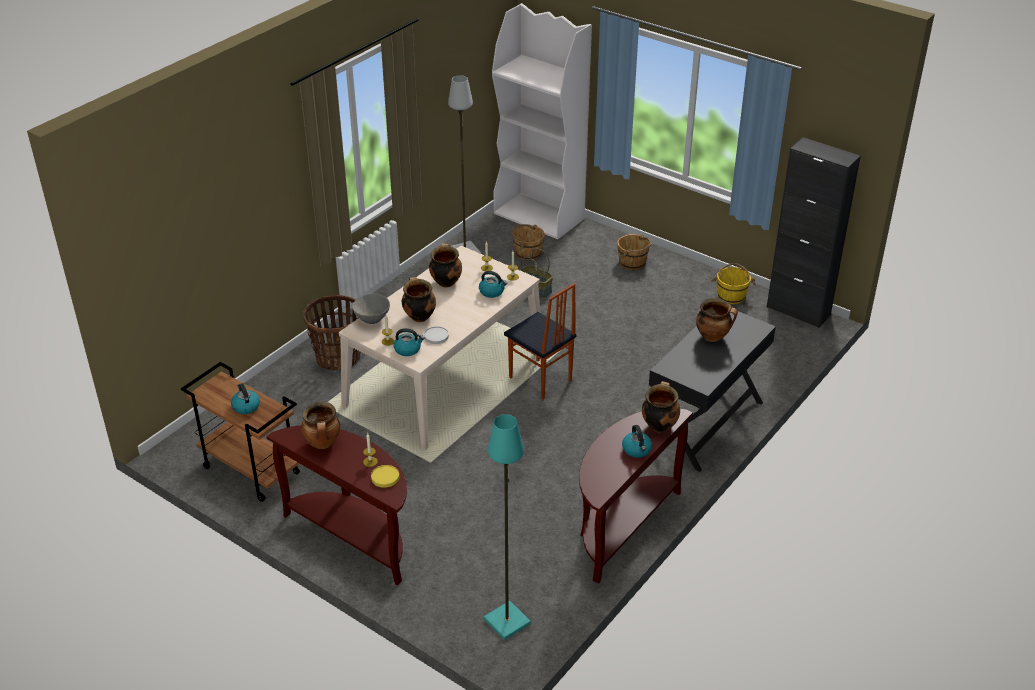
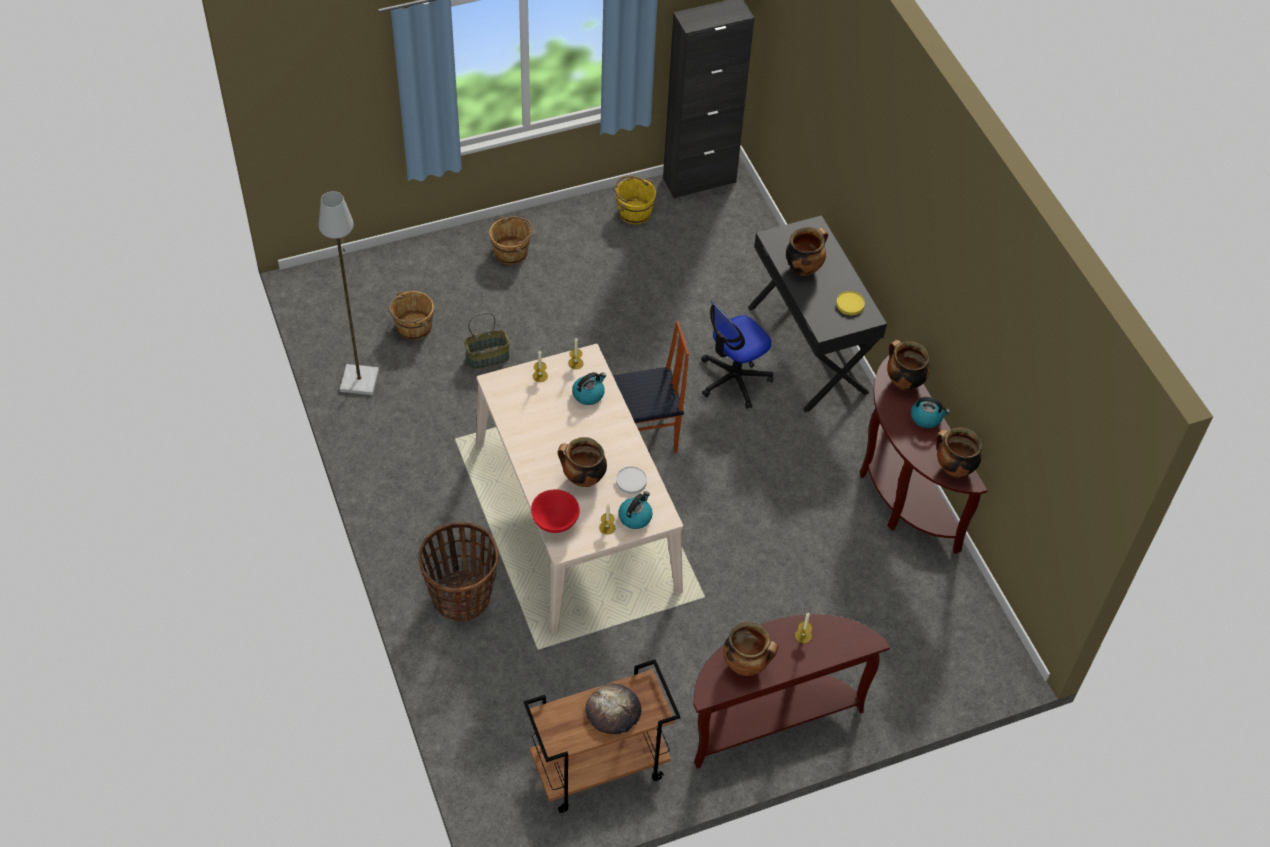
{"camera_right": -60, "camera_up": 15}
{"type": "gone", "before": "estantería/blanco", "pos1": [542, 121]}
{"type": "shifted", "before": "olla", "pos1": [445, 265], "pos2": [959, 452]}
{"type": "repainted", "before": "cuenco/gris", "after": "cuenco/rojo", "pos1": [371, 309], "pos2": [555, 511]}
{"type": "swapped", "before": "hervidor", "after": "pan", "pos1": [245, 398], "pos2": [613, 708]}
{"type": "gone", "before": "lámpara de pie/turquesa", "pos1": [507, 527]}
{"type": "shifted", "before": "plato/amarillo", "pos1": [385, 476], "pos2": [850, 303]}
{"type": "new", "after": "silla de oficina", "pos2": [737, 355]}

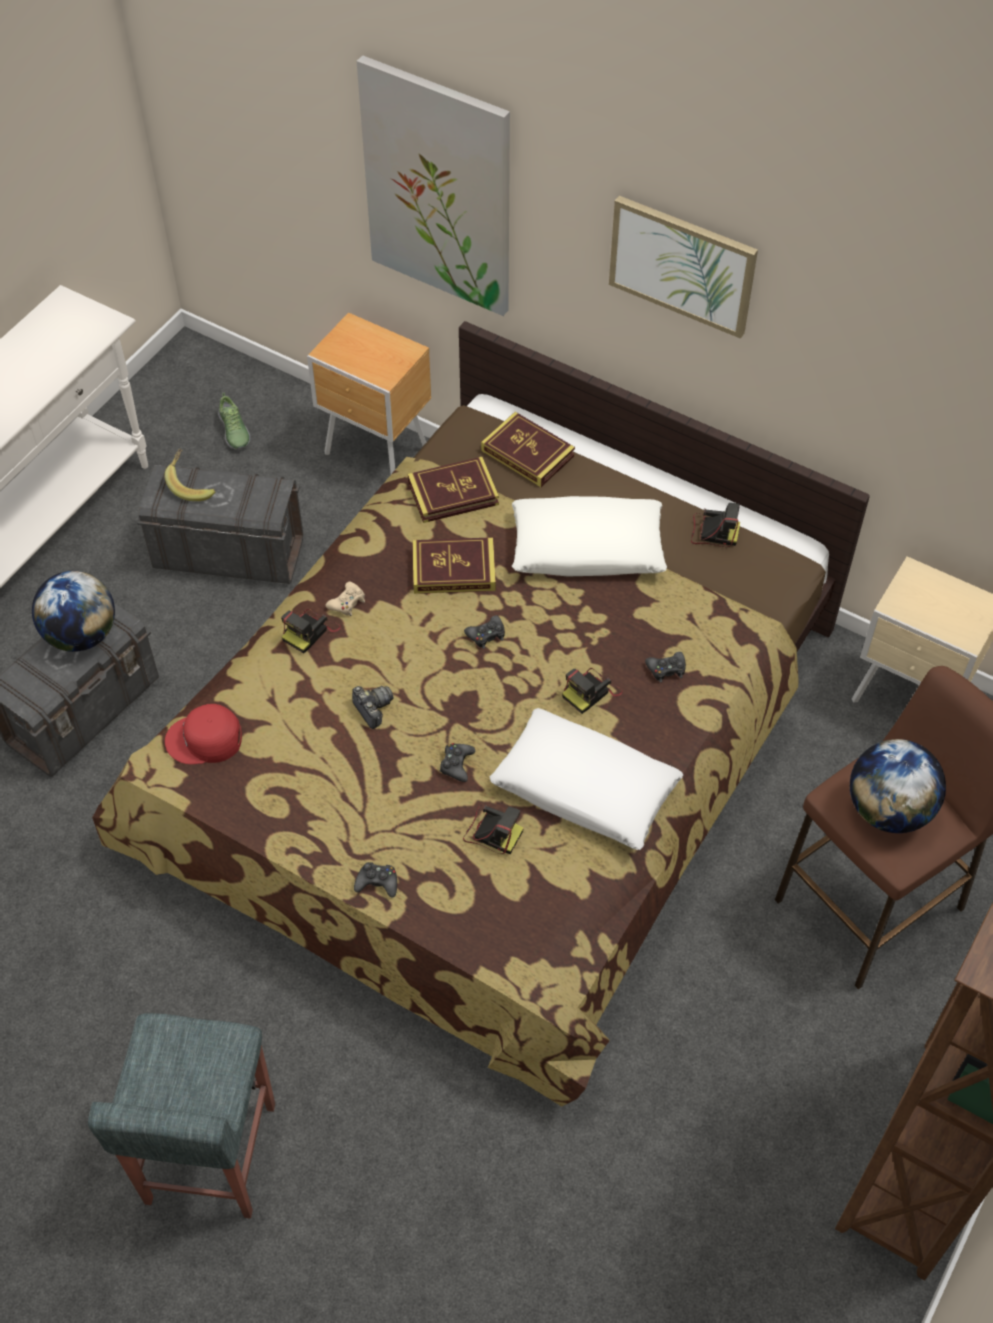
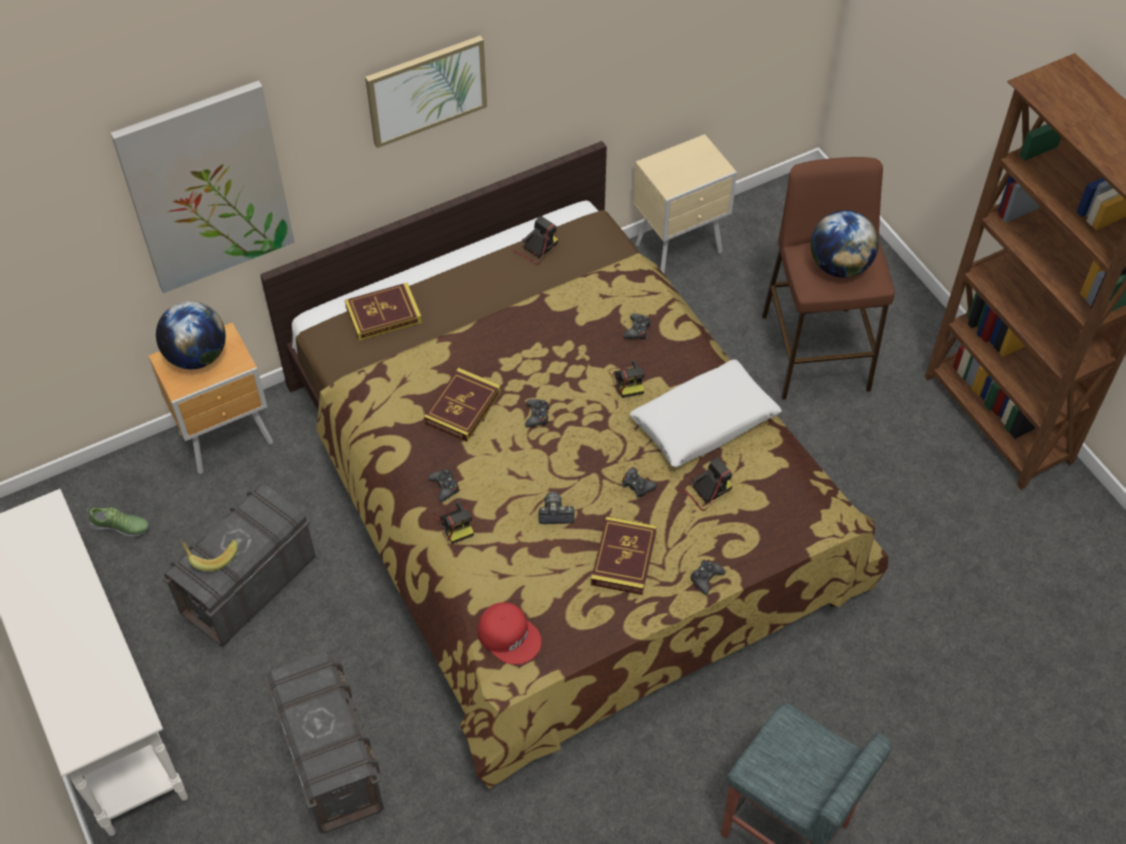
{"camera_right": -60, "camera_up": 0}
{"type": "shifted", "before": "libro", "pos1": [453, 490], "pos2": [624, 556]}
{"type": "gone", "before": "cojín/blanco", "pos1": [589, 536]}
{"type": "shifted", "before": "globo terráqueo", "pos1": [73, 611], "pos2": [191, 335]}
{"type": "repainted", "before": "mando de consola/beis", "after": "mando de consola/negro", "pos1": [345, 599], "pos2": [444, 485]}
{"type": "rotated", "before": "gorra/rojo", "pos1": [203, 734], "pos2": [510, 633], "turn": -75}

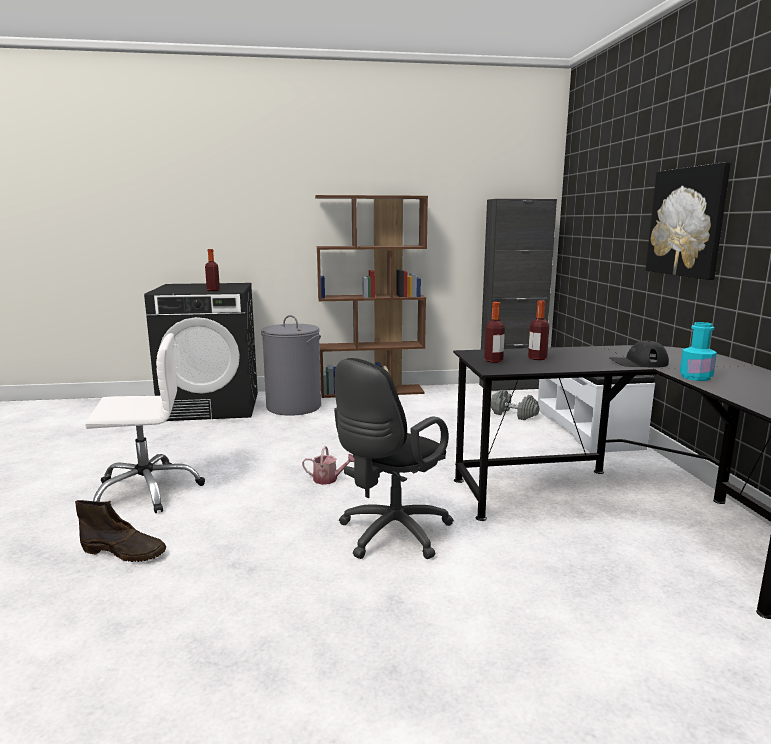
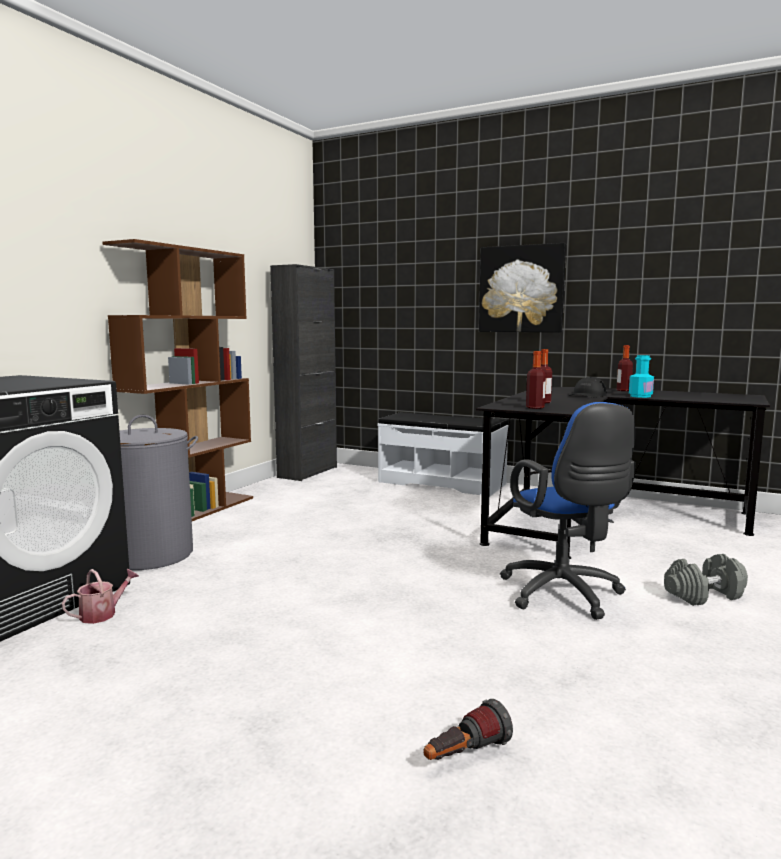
{"camera_right": -55, "camera_up": -5}
{"type": "shifted", "before": "botella", "pos1": [212, 270], "pos2": [625, 368]}
{"type": "gone", "before": "silla de oficina/blanco", "pos1": [145, 423]}
{"type": "repainted", "before": "silla de oficina/negro", "after": "silla de oficina/azul", "pos1": [394, 458], "pos2": [568, 511]}
{"type": "shifted", "before": "mancuerna/gris", "pos1": [515, 405], "pos2": [706, 580]}
{"type": "shifted", "before": "regadera", "pos1": [328, 465], "pos2": [100, 596]}
{"type": "swapped", "before": "bota/marrón", "after": "linterna", "pos1": [120, 531], "pos2": [468, 729]}

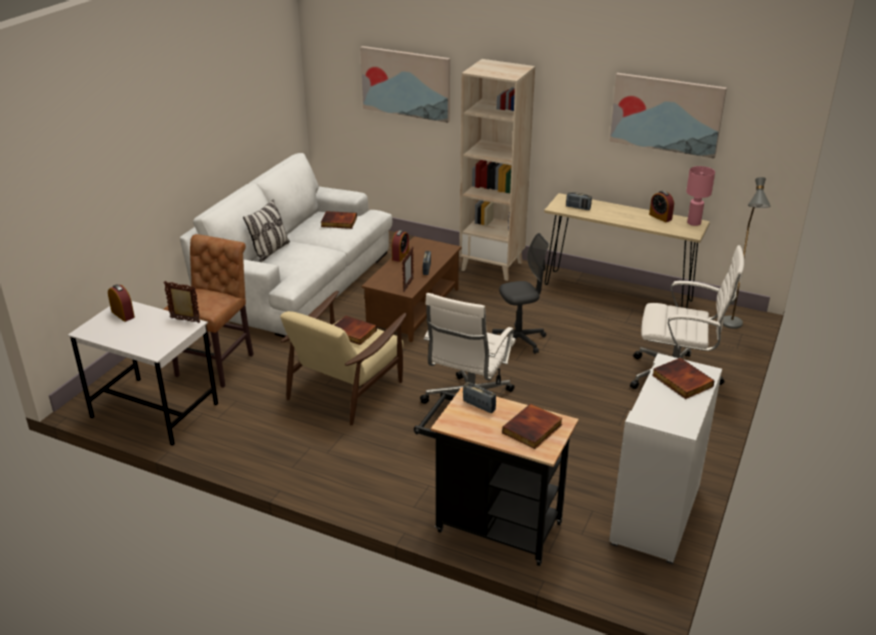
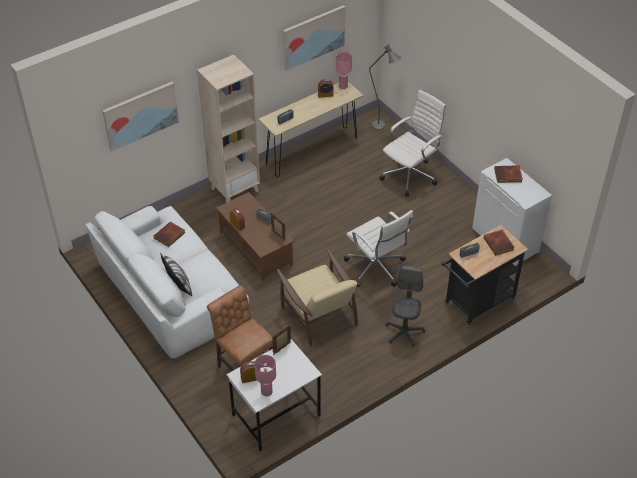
{"camera_right": -60, "camera_up": 15}
{"type": "shifted", "before": "silla de oficina/gris", "pos1": [520, 293], "pos2": [405, 306]}
{"type": "gone", "before": "libro", "pos1": [355, 330]}
{"type": "new", "after": "lámpara de mesa/rosa", "pos2": [265, 375]}

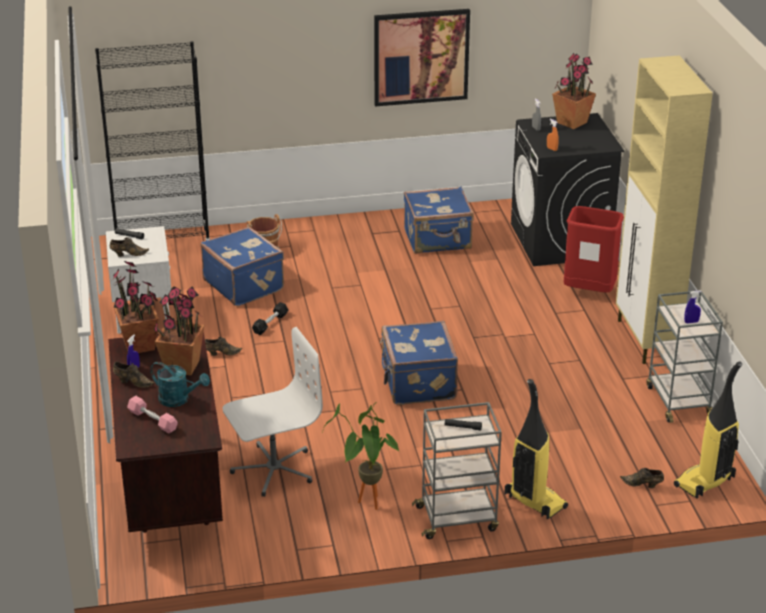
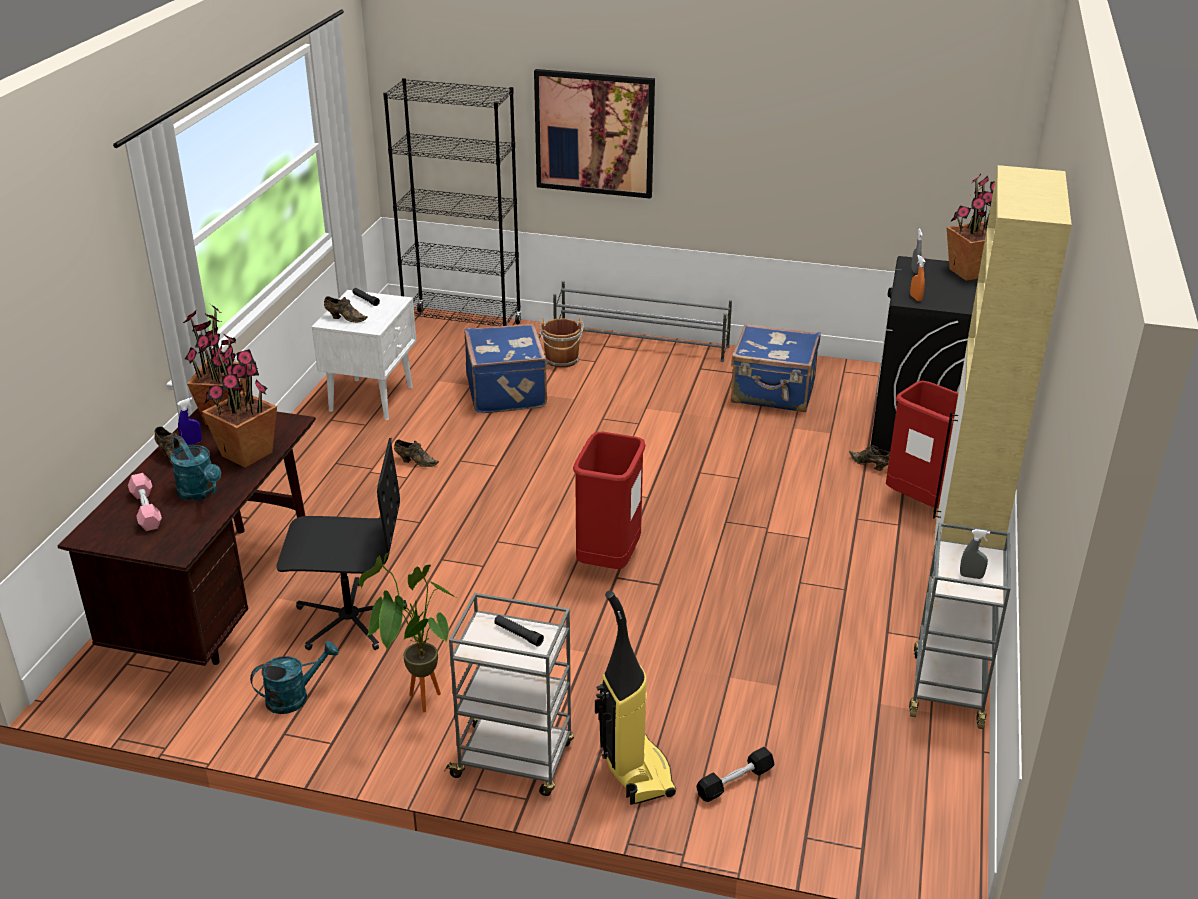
{"camera_right": 25, "camera_up": 0}
{"type": "shifted", "before": "cuadro", "pos1": [422, 57], "pos2": [594, 134]}
{"type": "repainted", "before": "pulverizador/azul", "after": "pulverizador/gris", "pos1": [693, 306], "pos2": [975, 554]}
{"type": "shifted", "before": "mancuerna/negro", "pos1": [270, 318], "pos2": [735, 774]}
{"type": "swapped", "before": "maleta/azul", "after": "papelera/rojo", "pos1": [419, 363], "pos2": [609, 500]}
{"type": "repainted", "before": "silla de oficina/blanco", "after": "silla de oficina/negro", "pos1": [273, 412], "pos2": [341, 544]}
{"type": "gone", "before": "aspiradora", "pos1": [708, 430]}
{"type": "shifted", "before": "zapato/marrón", "pos1": [642, 478], "pos2": [869, 458]}
{"type": "new", "after": "zapatero/gris", "pos2": [642, 321]}
{"type": "new", "after": "regadera/turquesa", "pos2": [294, 677]}

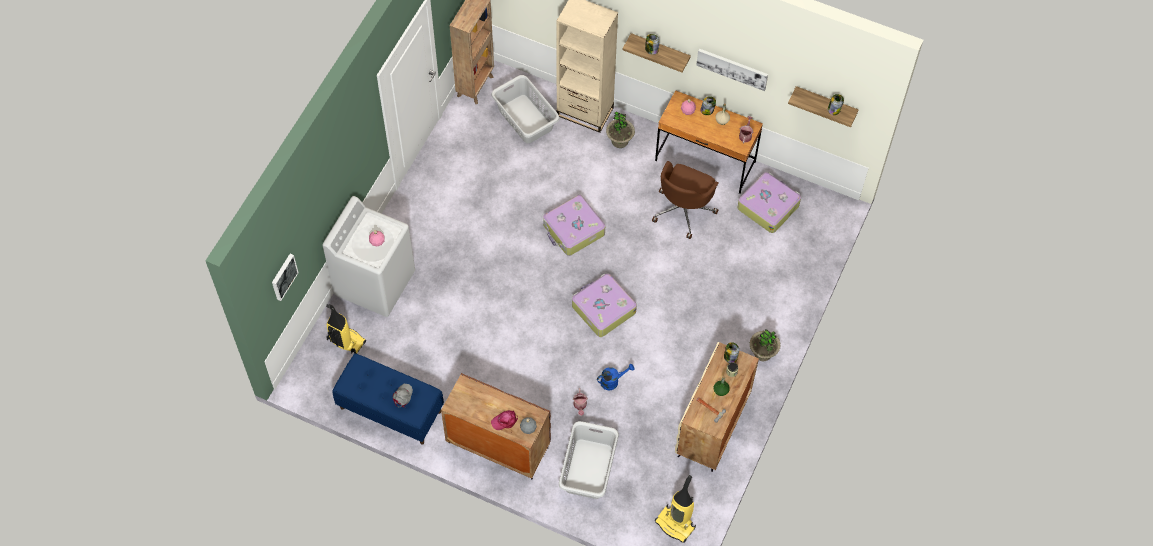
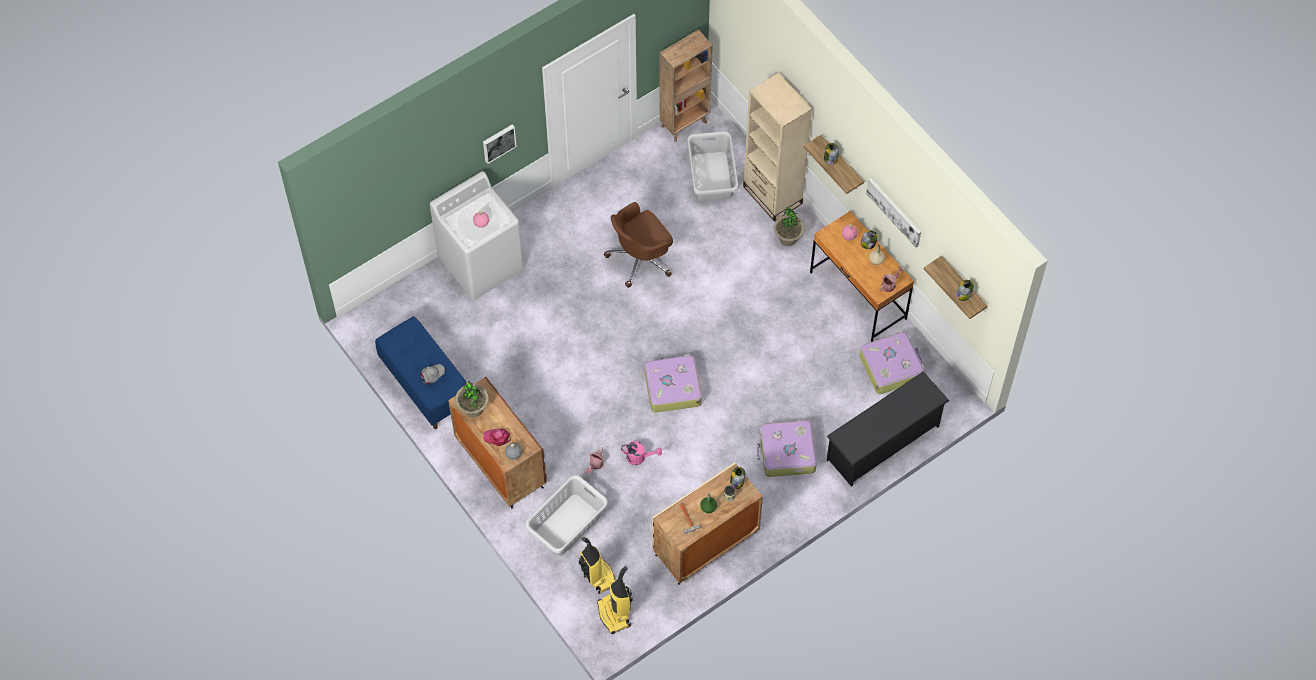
{"camera_right": 30, "camera_up": 0}
{"type": "shifted", "before": "silla de oficina/marrón", "pos1": [685, 200], "pos2": [638, 245]}
{"type": "shifted", "before": "maleta", "pos1": [574, 225], "pos2": [787, 448]}
{"type": "shifted", "before": "cuadro", "pos1": [285, 277], "pos2": [500, 144]}
{"type": "shifted", "before": "aspiradora", "pos1": [346, 329], "pos2": [597, 565]}
{"type": "shifted", "before": "planta en maceta", "pos1": [765, 345], "pos2": [472, 399]}
{"type": "repainted", "before": "regadera/azul", "after": "regadera/rosa", "pos1": [615, 377], "pos2": [641, 453]}
{"type": "new", "after": "zapatero/negro", "pos2": [888, 429]}

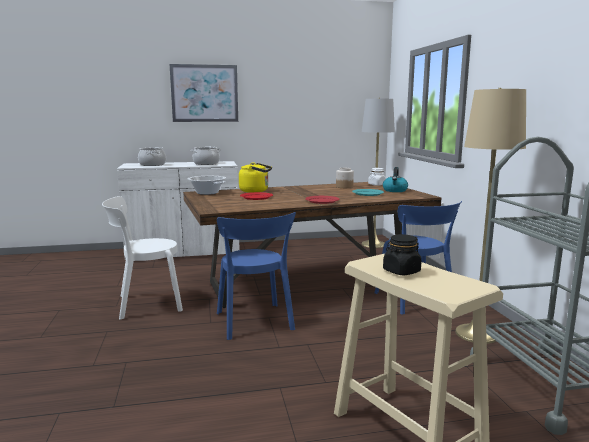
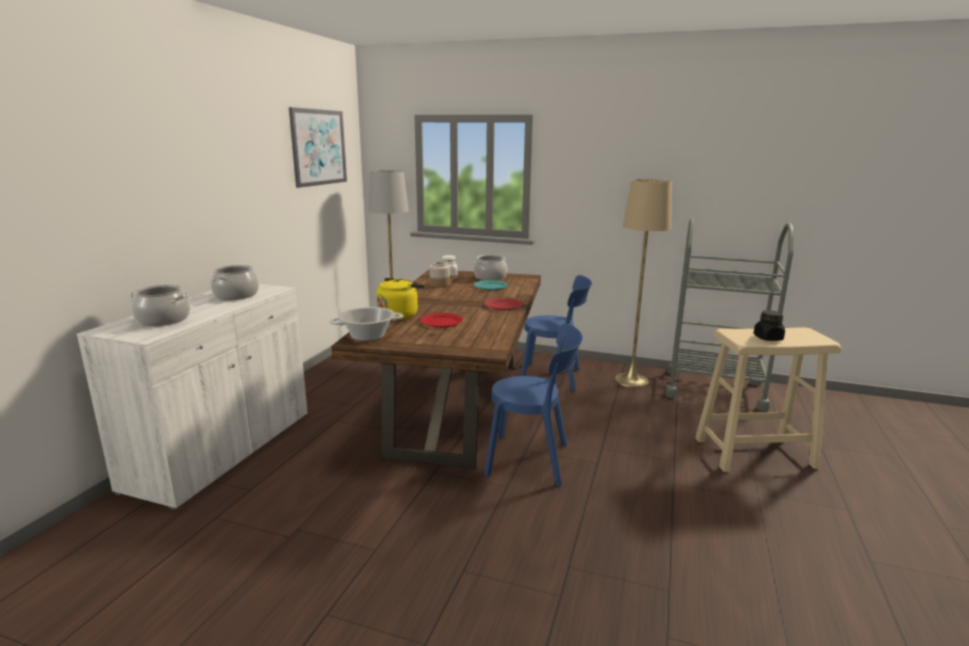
{"camera_right": -60, "camera_up": 5}
{"type": "shifted", "before": "cuadro", "pos1": [204, 93], "pos2": [318, 147]}
{"type": "swapped", "before": "hervidor", "after": "olla", "pos1": [395, 179], "pos2": [490, 267]}
{"type": "gone", "before": "silla/blanco", "pos1": [142, 258]}

